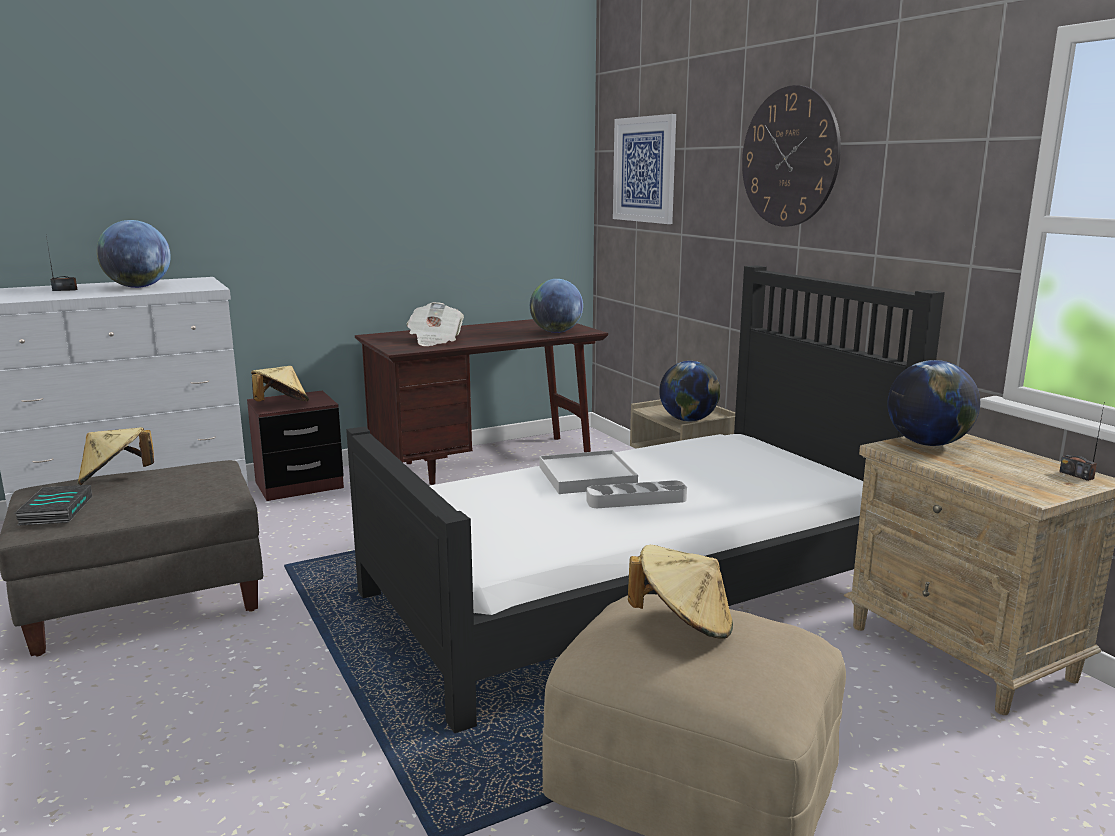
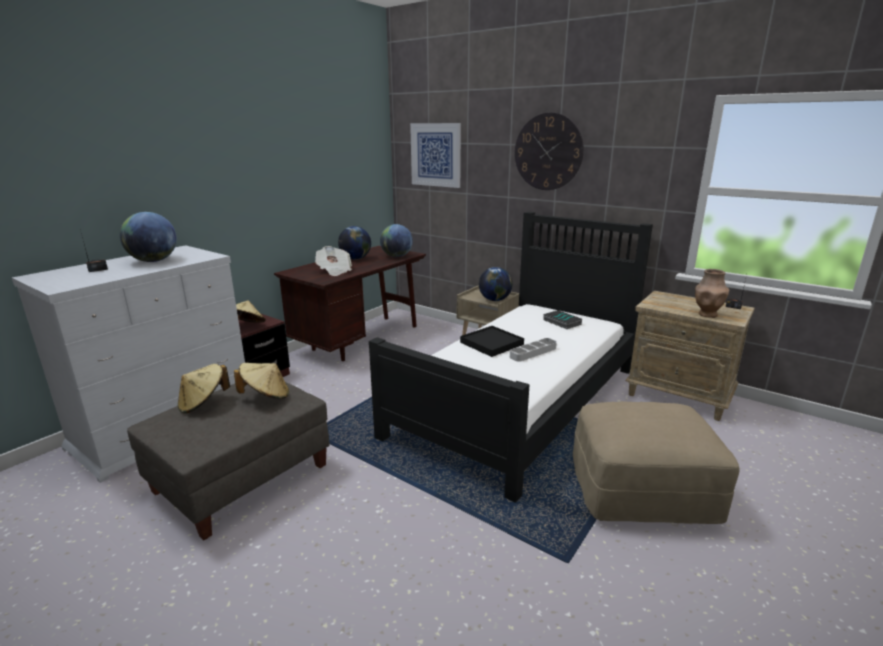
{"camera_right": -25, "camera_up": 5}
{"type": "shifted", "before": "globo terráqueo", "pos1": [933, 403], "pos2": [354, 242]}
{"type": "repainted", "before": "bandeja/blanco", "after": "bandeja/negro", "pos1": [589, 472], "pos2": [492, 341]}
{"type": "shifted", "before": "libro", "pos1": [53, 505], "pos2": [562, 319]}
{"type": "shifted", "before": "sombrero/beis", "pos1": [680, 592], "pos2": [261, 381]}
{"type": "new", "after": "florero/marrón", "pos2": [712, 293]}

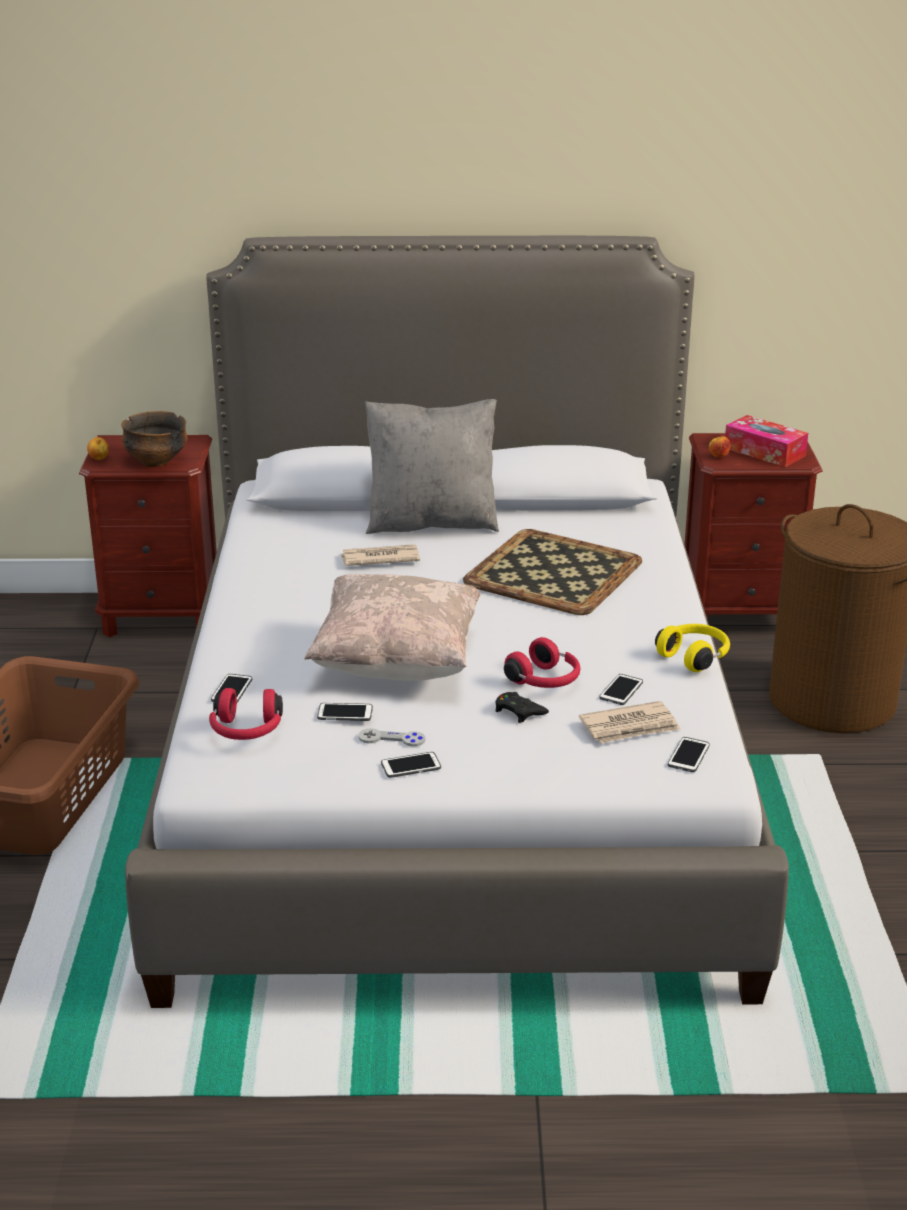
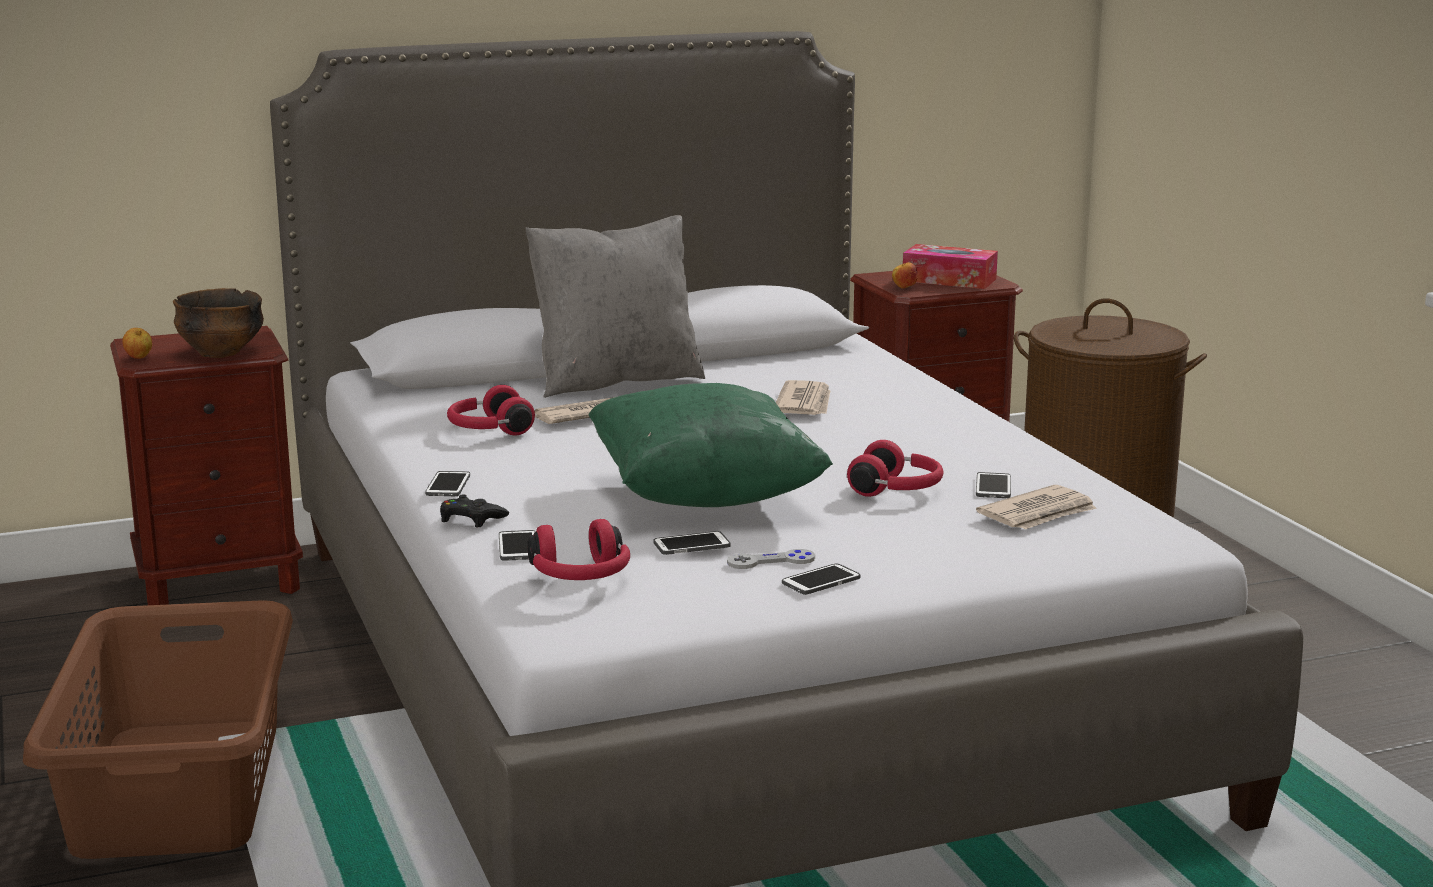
{"camera_right": -20, "camera_up": -10}
{"type": "swapped", "before": "bandeja", "after": "periódico", "pos1": [552, 572], "pos2": [803, 397]}
{"type": "repainted", "before": "cojín/beis", "after": "cojín/verde", "pos1": [392, 627], "pos2": [710, 445]}
{"type": "gone", "before": "auriculares/amarillo", "pos1": [692, 648]}
{"type": "shifted", "before": "mando de consola/negro", "pos1": [522, 707], "pos2": [474, 511]}
{"type": "shifted", "before": "móvil", "pos1": [689, 754], "pos2": [447, 483]}
{"type": "new", "after": "auriculares/rojo", "pos2": [491, 410]}

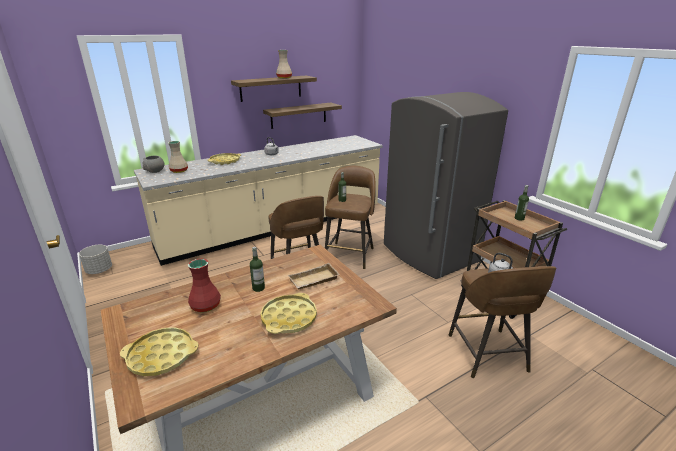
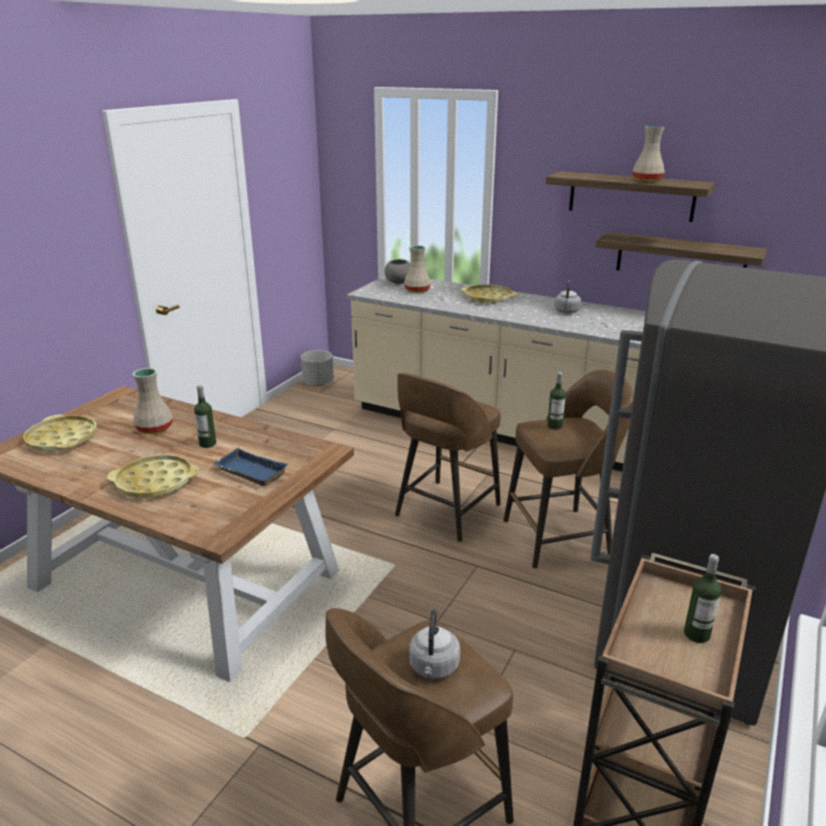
{"camera_right": 60, "camera_up": 0}
{"type": "repainted", "before": "florero/rojo", "after": "florero/beis", "pos1": [204, 285], "pos2": [153, 401]}
{"type": "repainted", "before": "bandeja/beis", "after": "bandeja/azul", "pos1": [314, 276], "pos2": [250, 467]}

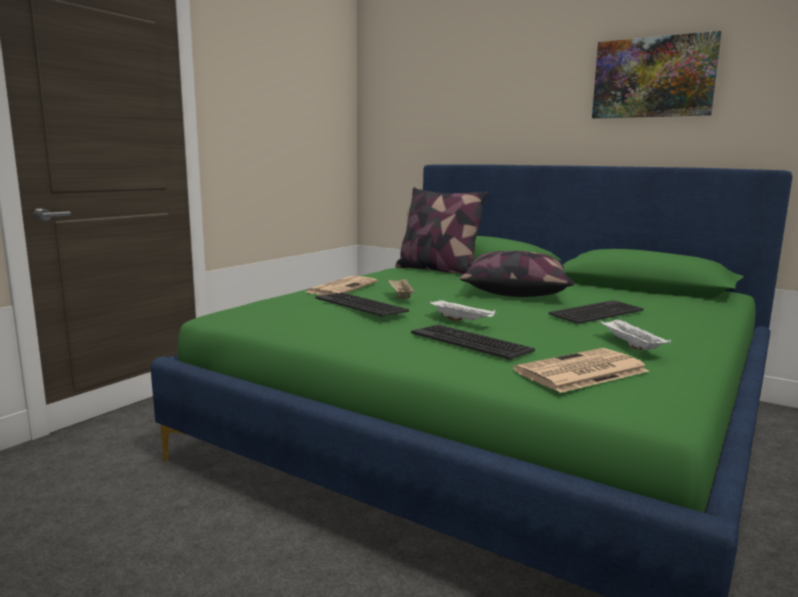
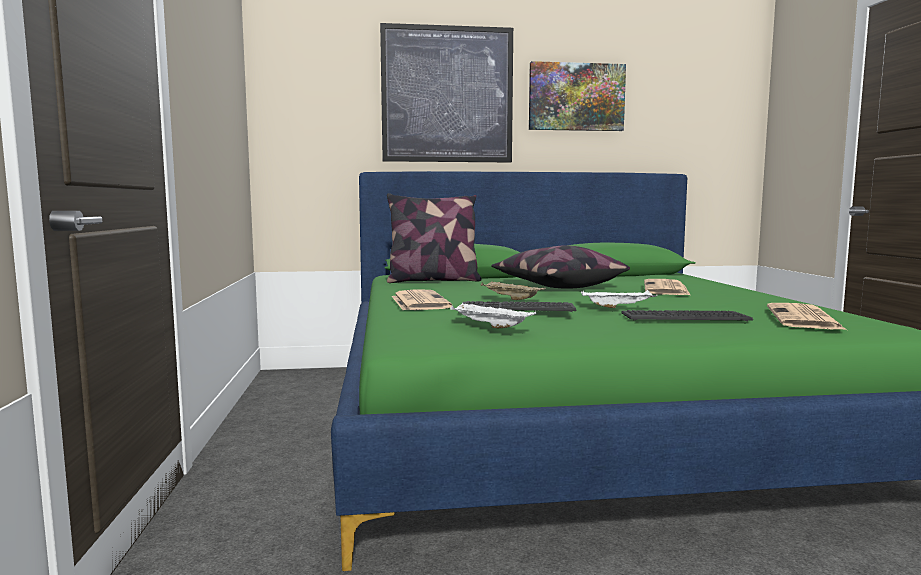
{"camera_right": -40, "camera_up": -5}
{"type": "swapped", "before": "teclado", "after": "periódico", "pos1": [596, 312], "pos2": [667, 287]}
{"type": "shifted", "before": "bandeja/blanco", "pos1": [635, 334], "pos2": [493, 315]}
{"type": "new", "after": "cuadro", "pos2": [446, 92]}

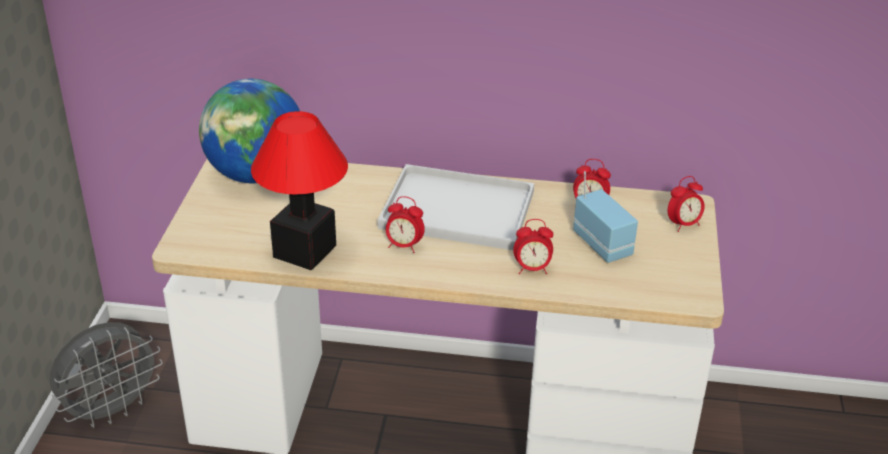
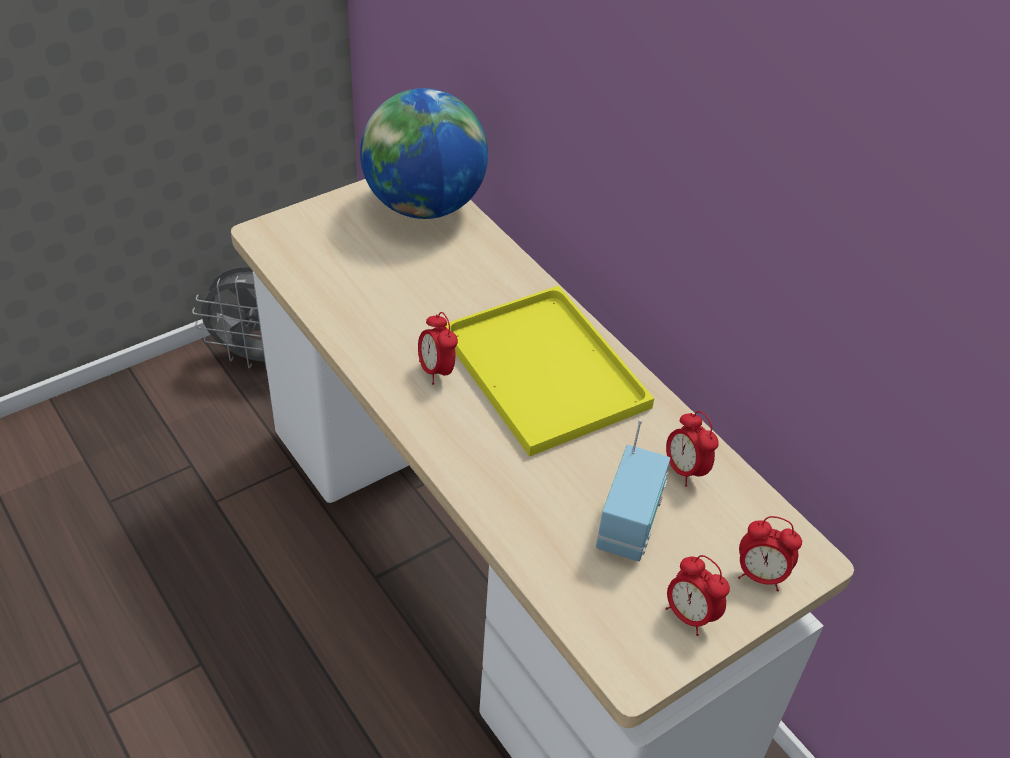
{"camera_right": 45, "camera_up": 10}
{"type": "gone", "before": "lámpara de mesa", "pos1": [299, 190]}
{"type": "repainted", "before": "bandeja/blanco", "after": "bandeja/amarillo", "pos1": [456, 207], "pos2": [549, 371]}
{"type": "shifted", "before": "despertador", "pos1": [533, 246], "pos2": [697, 595]}

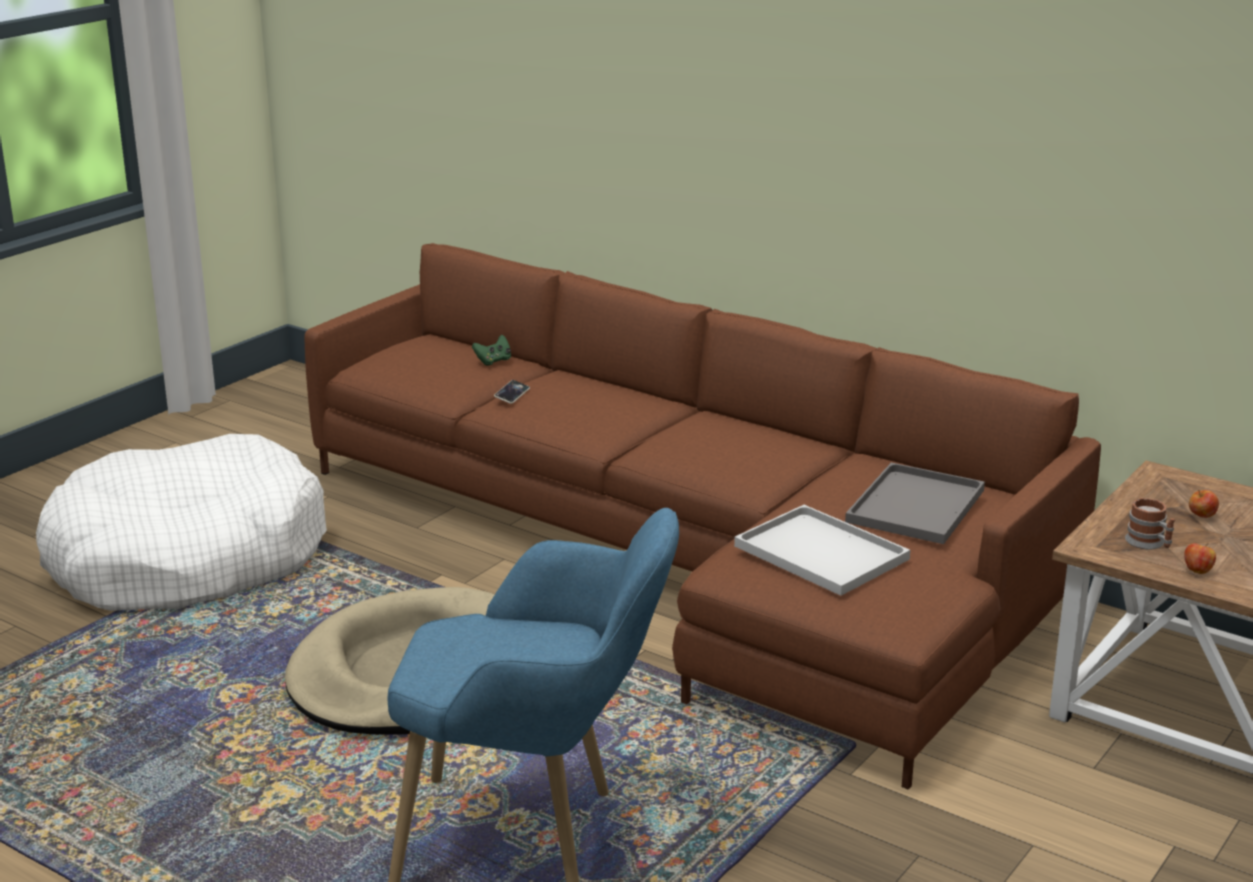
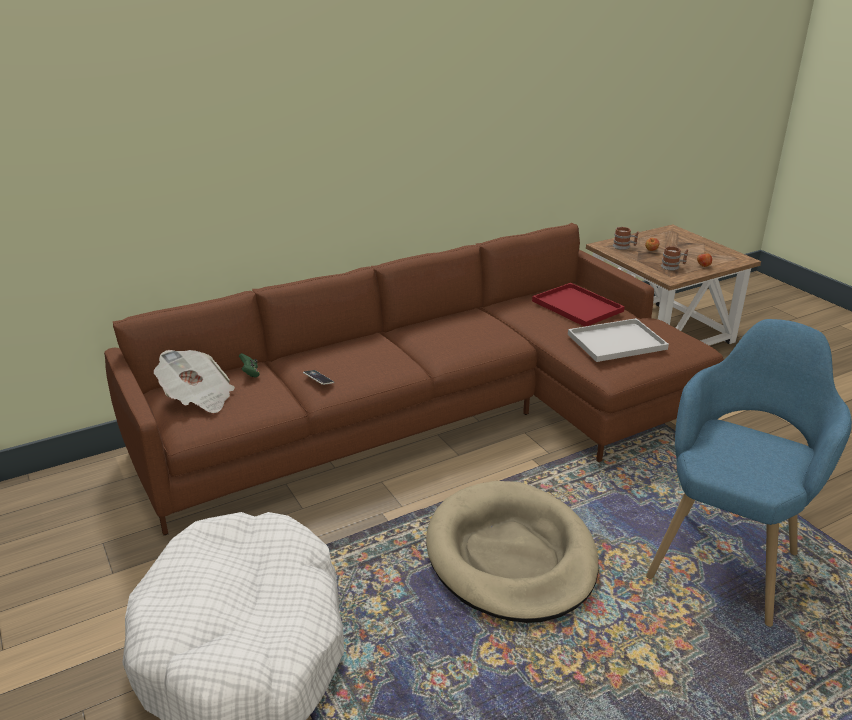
{"camera_right": -65, "camera_up": 5}
{"type": "repainted", "before": "bandeja/gris", "after": "bandeja/rojo", "pos1": [915, 503], "pos2": [578, 305]}
{"type": "new", "after": "taza grande", "pos2": [626, 238]}
{"type": "new", "after": "periódico", "pos2": [194, 381]}

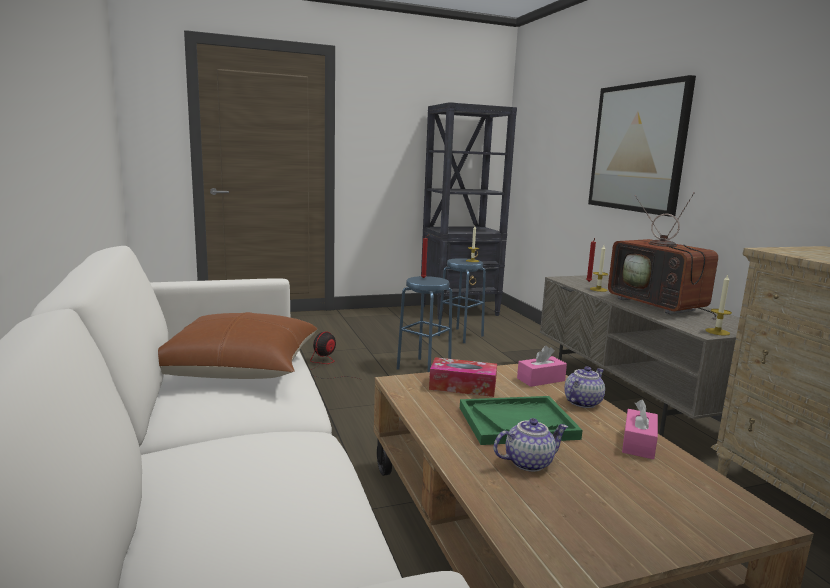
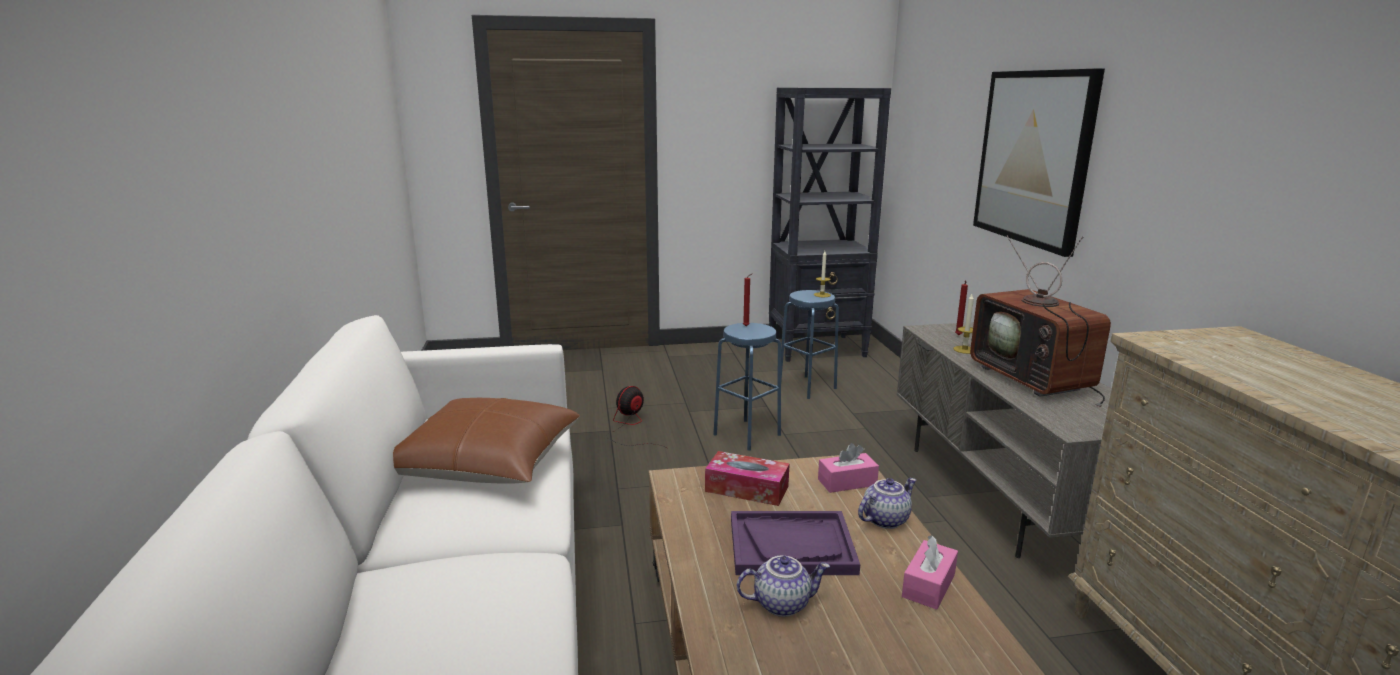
{"camera_right": 10, "camera_up": 5}
{"type": "gone", "before": "vela", "pos1": [719, 305]}
{"type": "repainted", "before": "bandeja/verde", "after": "bandeja/morado", "pos1": [521, 420], "pos2": [795, 543]}

